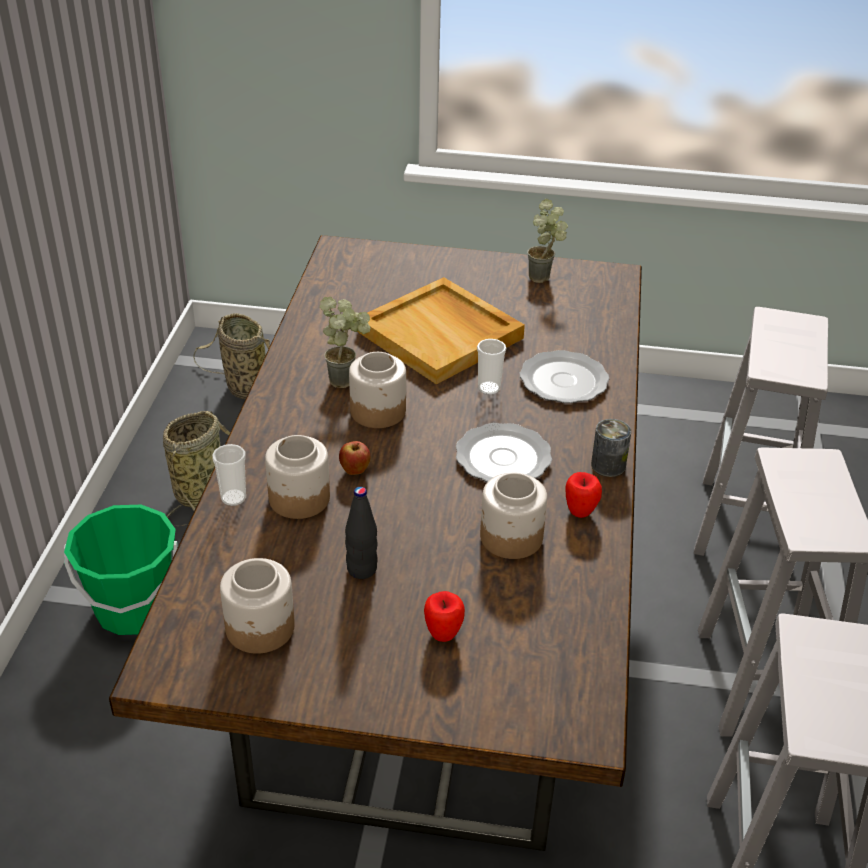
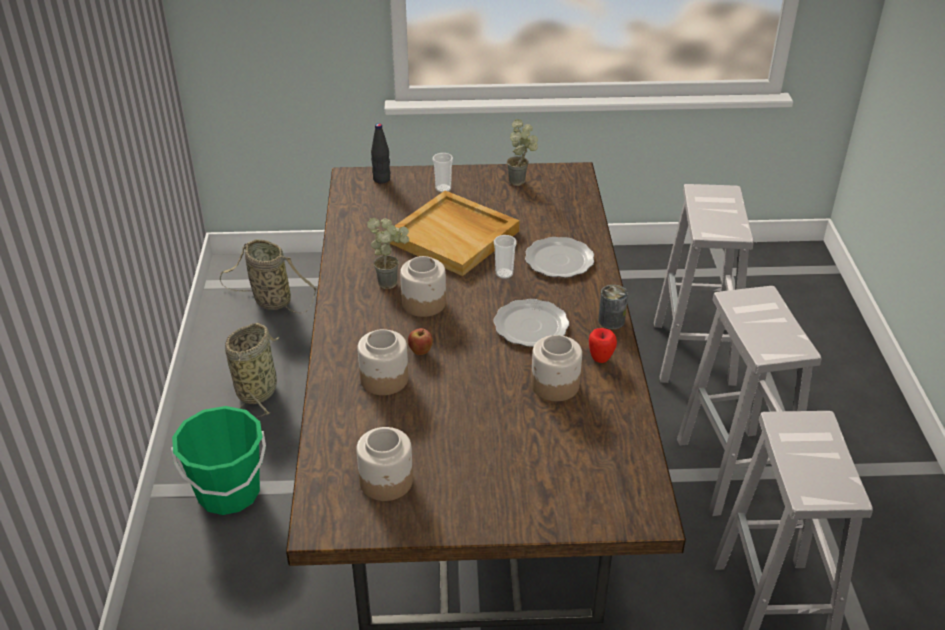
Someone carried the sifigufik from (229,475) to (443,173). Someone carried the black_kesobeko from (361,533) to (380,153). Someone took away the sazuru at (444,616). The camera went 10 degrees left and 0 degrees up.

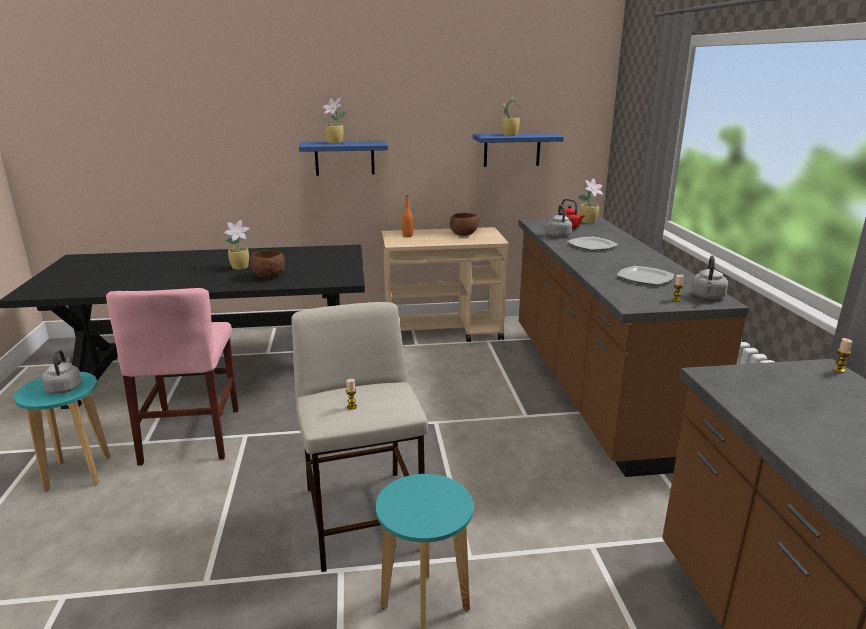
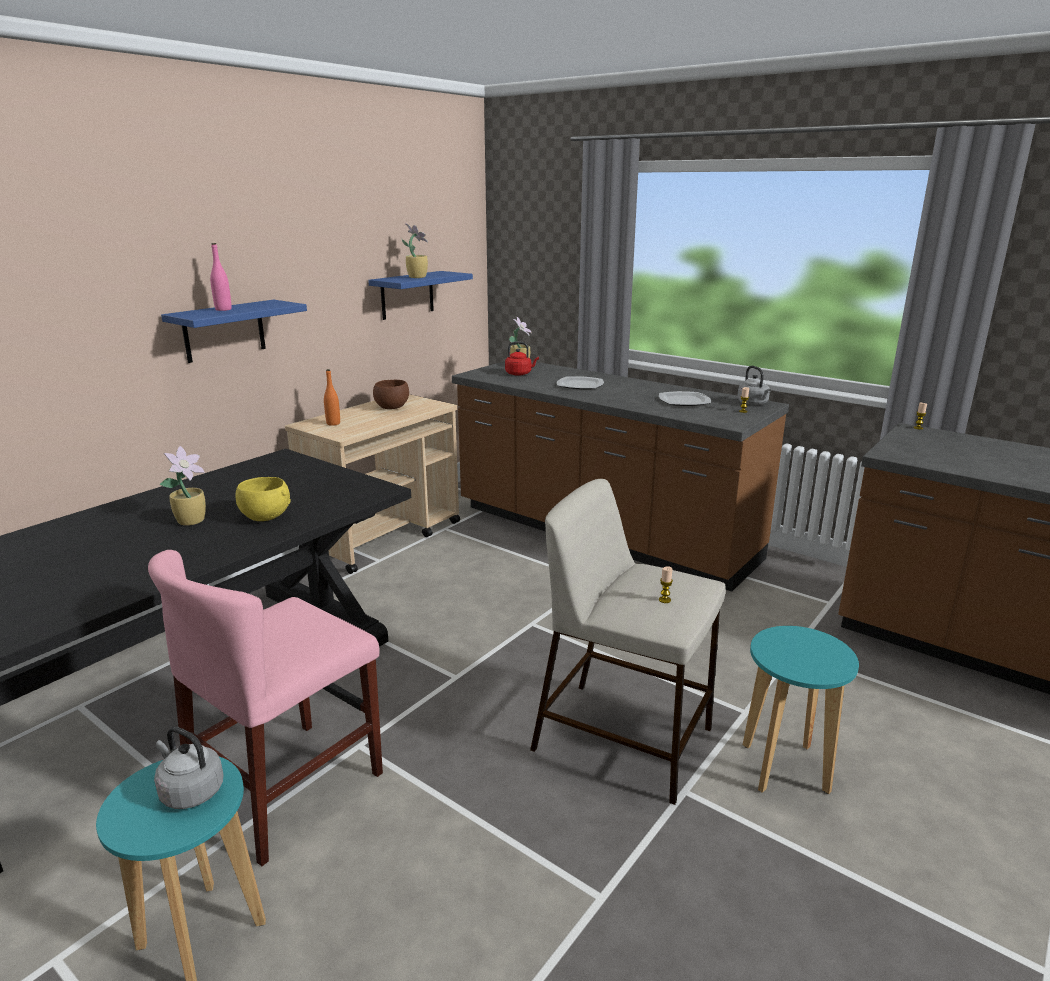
Someone rotated the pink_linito at (172,377) by 90 degrees clockwise. Someone repainted the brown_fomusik at (267,264), which became the yellow_fomusik at (263,499). Someone swapped the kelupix at (334,121) for the pink_kesobeko at (221,277). Someone took away the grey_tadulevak at (559,221). The camera went 45 degrees left and 0 degrees up.

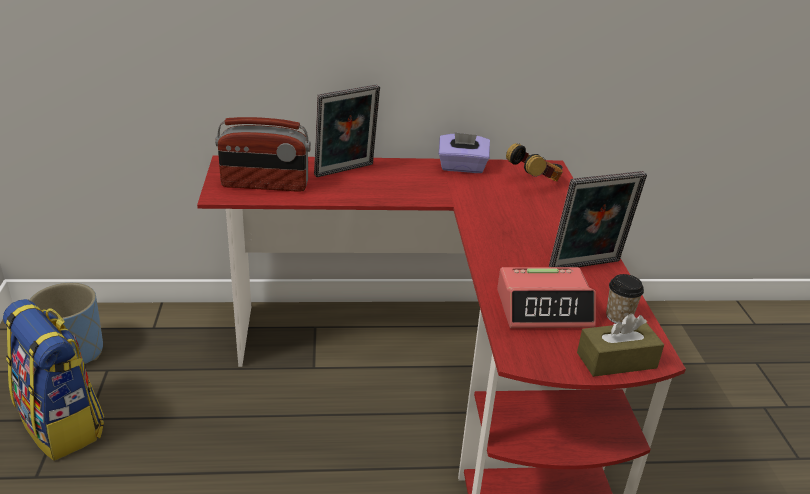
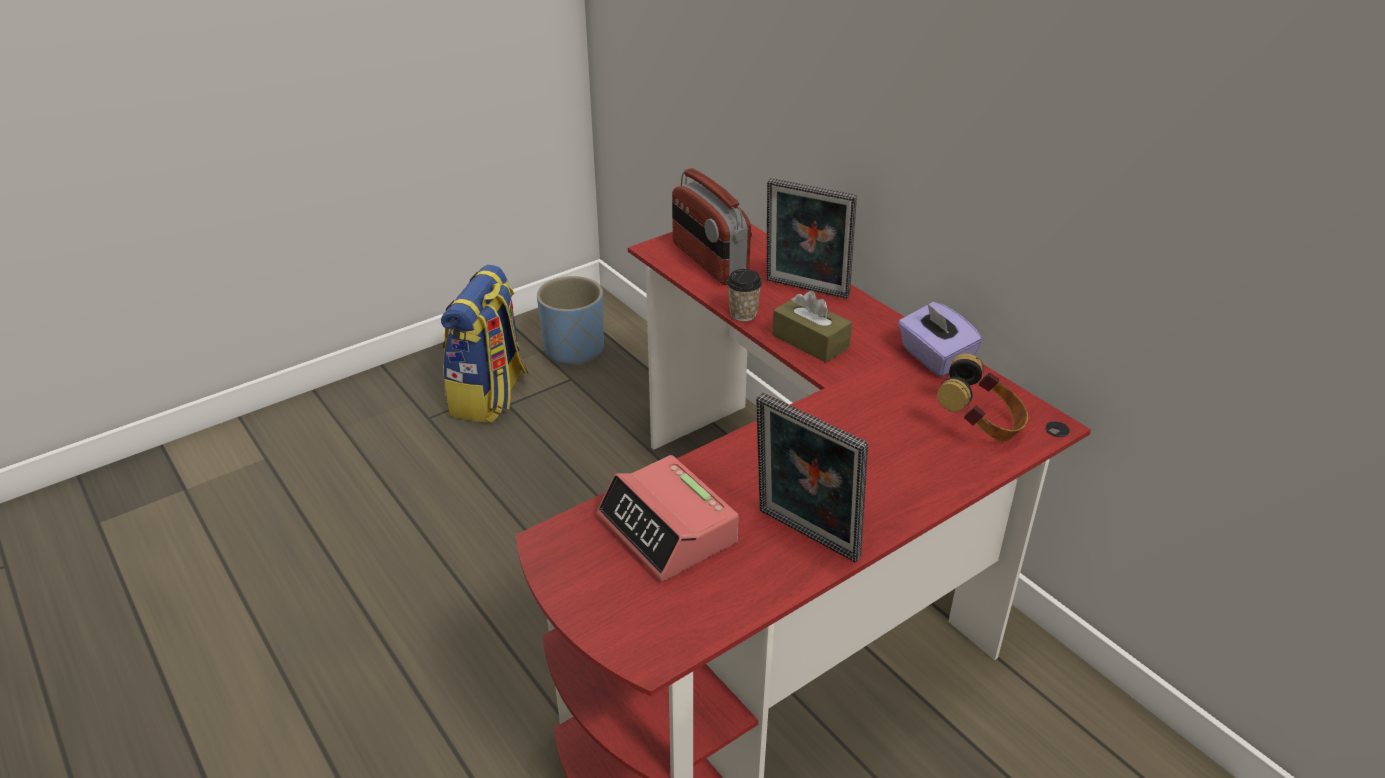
Someone carried the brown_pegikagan from (620,345) to (812,326). Someone carried the sifigufik from (625,299) to (744,295). The camera went 60 degrees right and 5 degrees up.

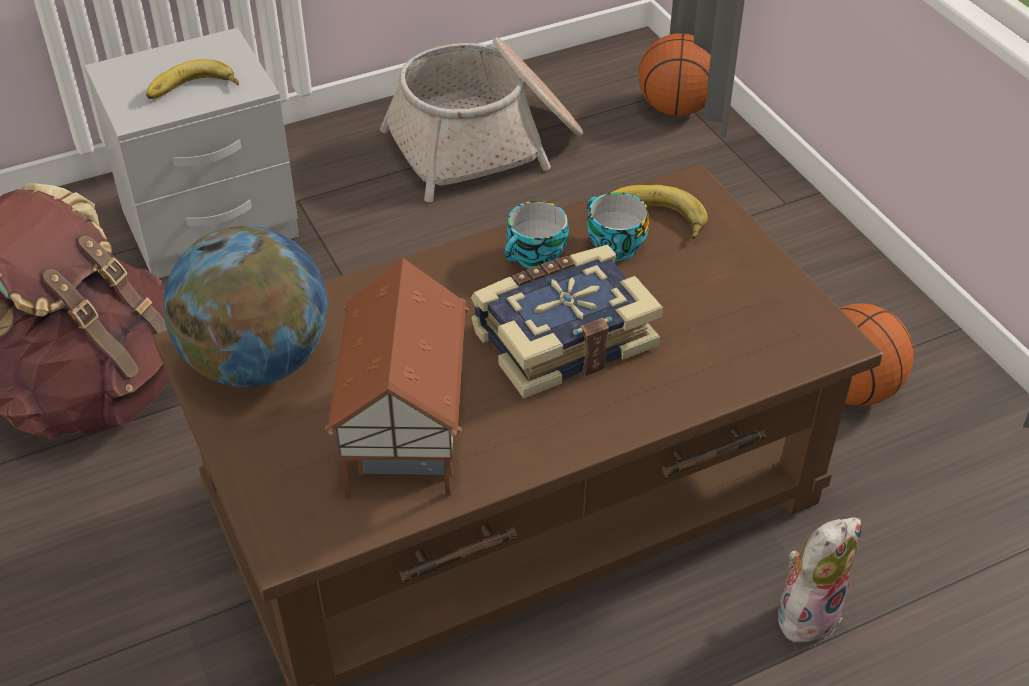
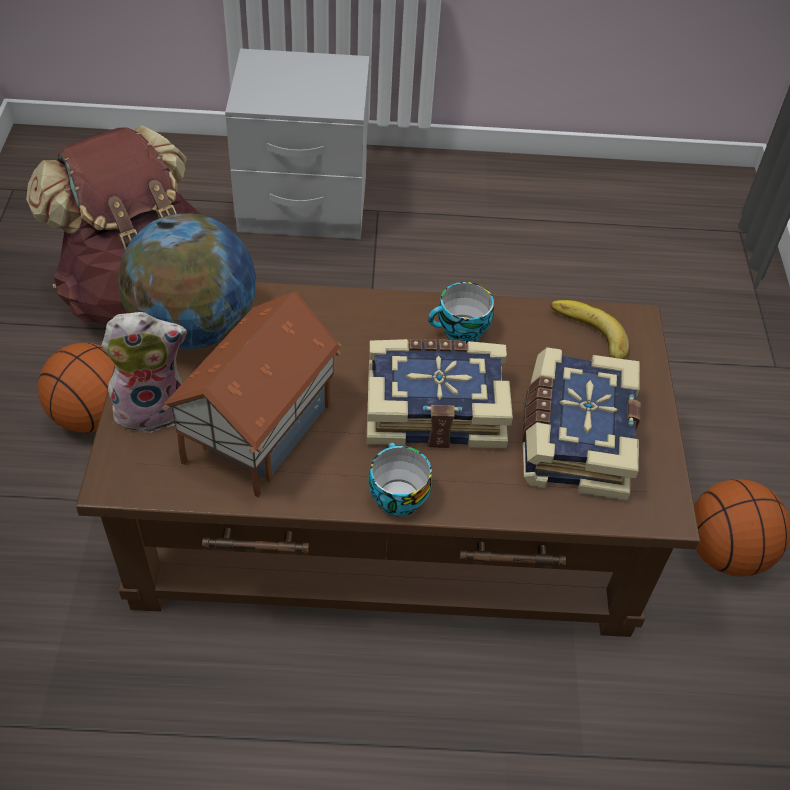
Someone took away the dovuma at (192,79). Someone took away the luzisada at (482,119). Someone carried the sifigufik from (618,226) to (400,479). Someone carried the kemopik from (674,74) to (76,388). Someone carried the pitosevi from (819,581) to (144,372). Someone put down the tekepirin at (581,423). The camera went 25 degrees right and 5 degrees up.

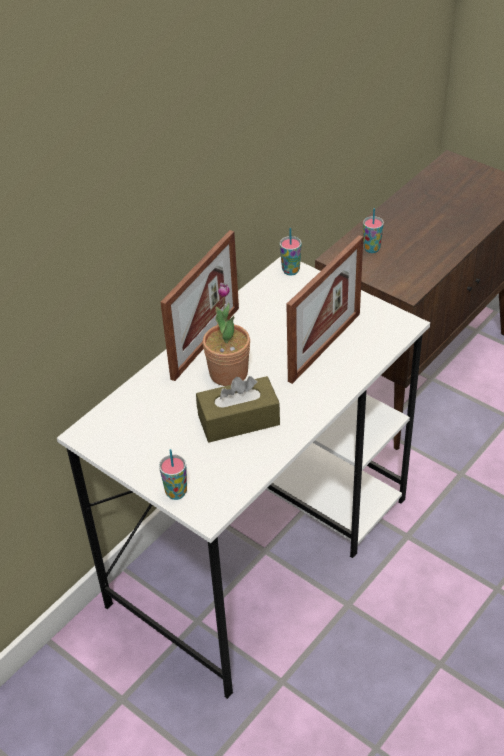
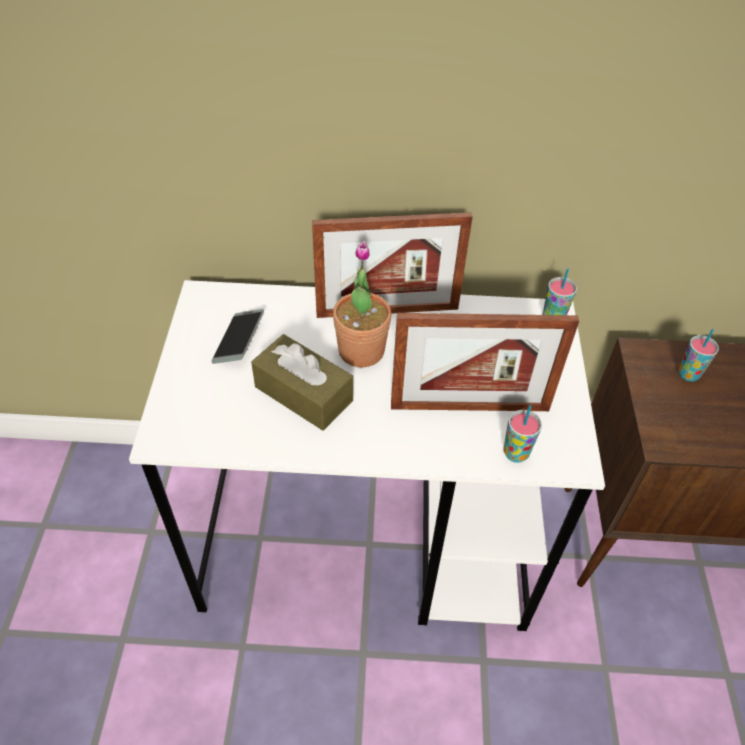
Someone carried the sifigufik from (173,474) to (523,434). Someone put down the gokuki at (238,336). The camera went 50 degrees right and 5 degrees up.

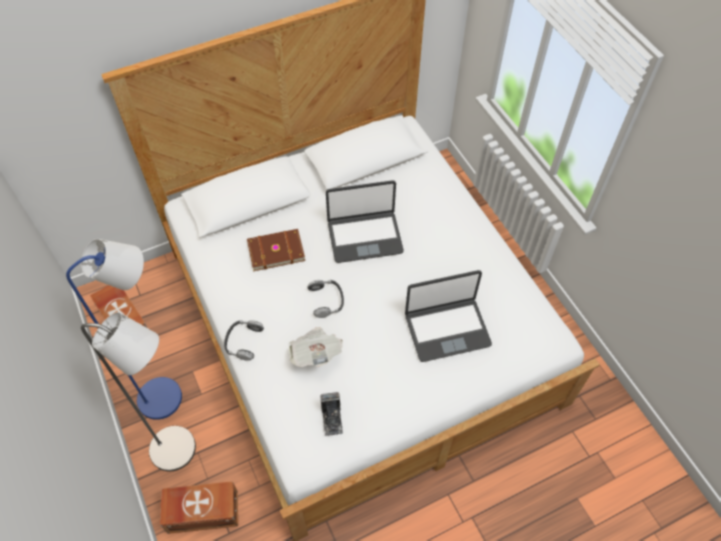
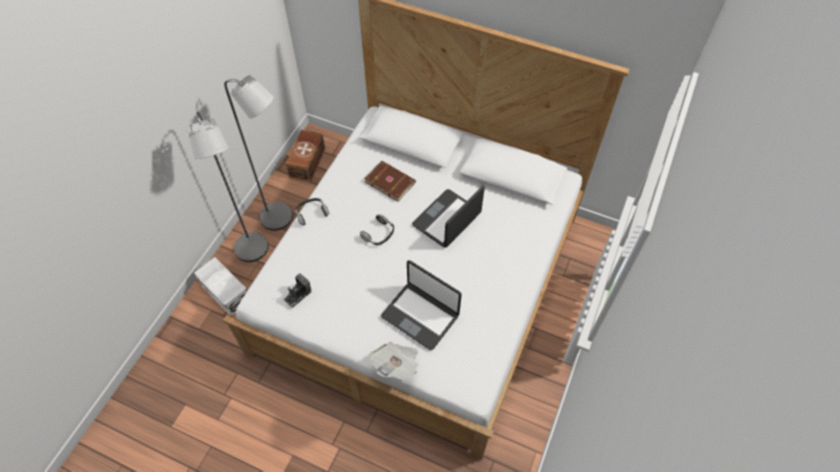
Someone repainted the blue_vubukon at (124,329), which became the grey_vubukon at (258,153). Someone repainted the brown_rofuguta at (199,507), which became the white_rofuguta at (221,287). Someone carried the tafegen from (316,347) to (393,361). Someone rotated the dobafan at (365,221) by 90 degrees clockwise. The camera went 50 degrees right and 0 degrees up.

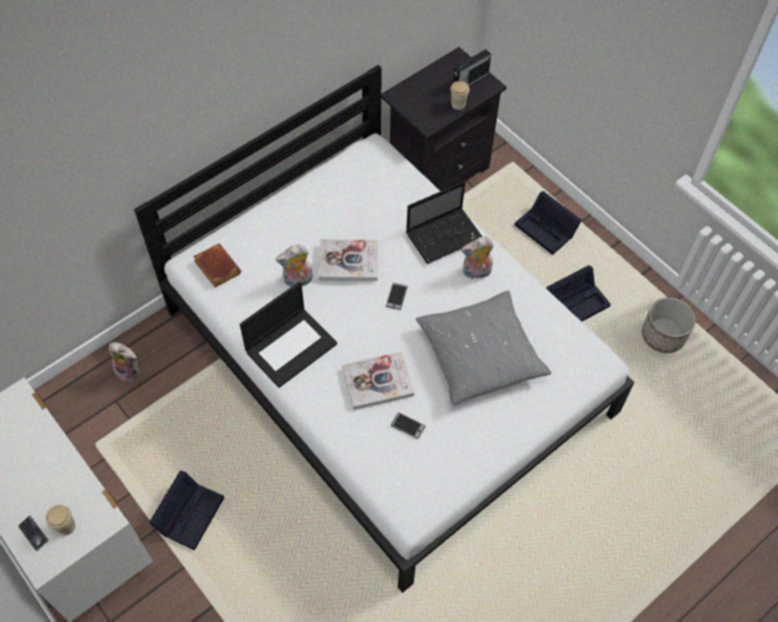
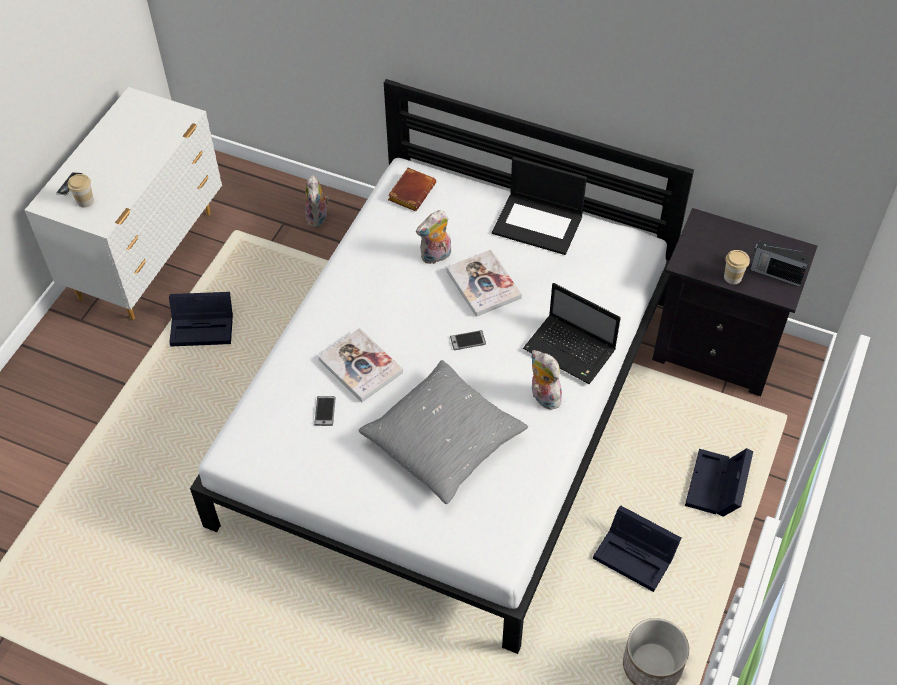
Someone carried the dobafan from (288,334) to (539,206). Someone rotated the pitosevi at (294,265) by 75 degrees counterclockwise. The camera went 65 degrees right and 5 degrees down.

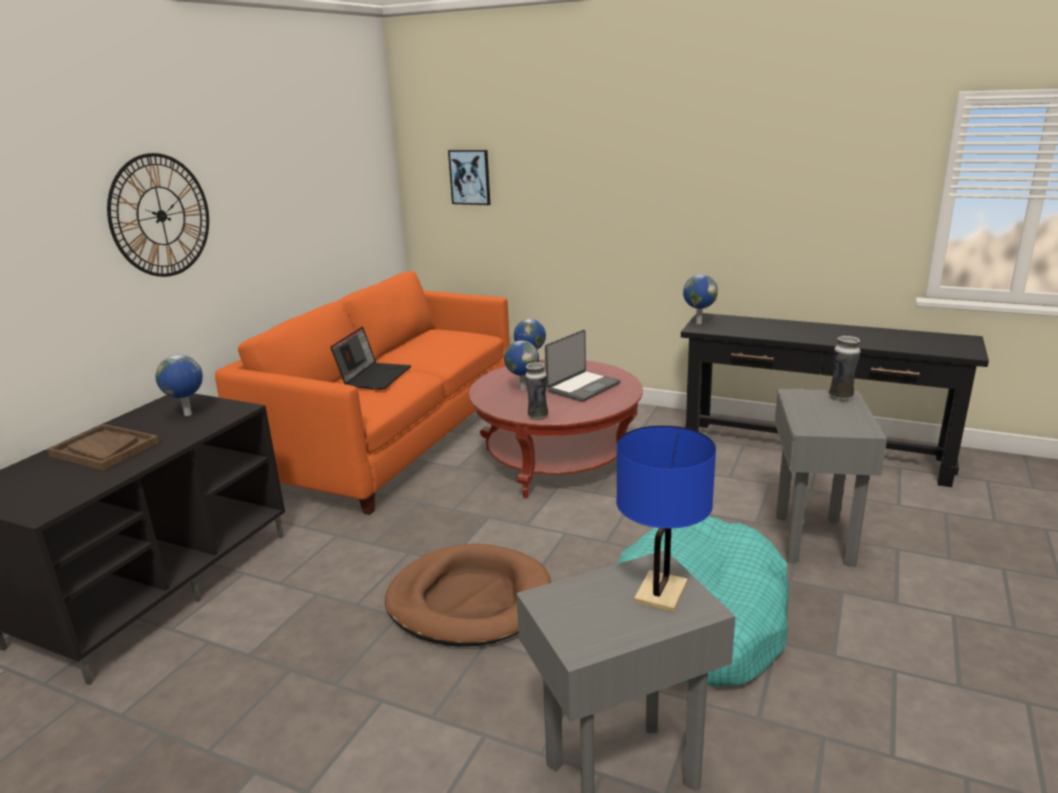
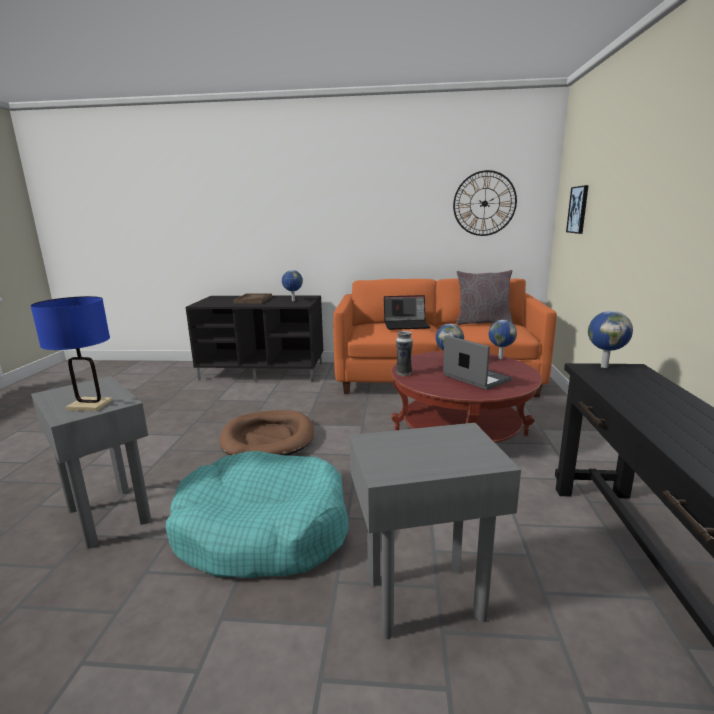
Someone carried the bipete from (158,215) to (485,203). Someone rotated the dobafan at (582,366) by 150 degrees counterclockwise. Someone took away the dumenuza at (845,368). Someone put down the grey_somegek at (484,297). The camera went 70 degrees right and 5 degrees down.

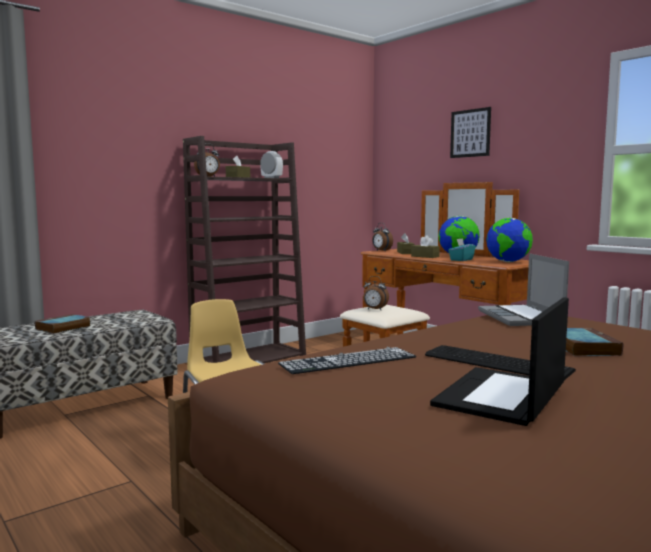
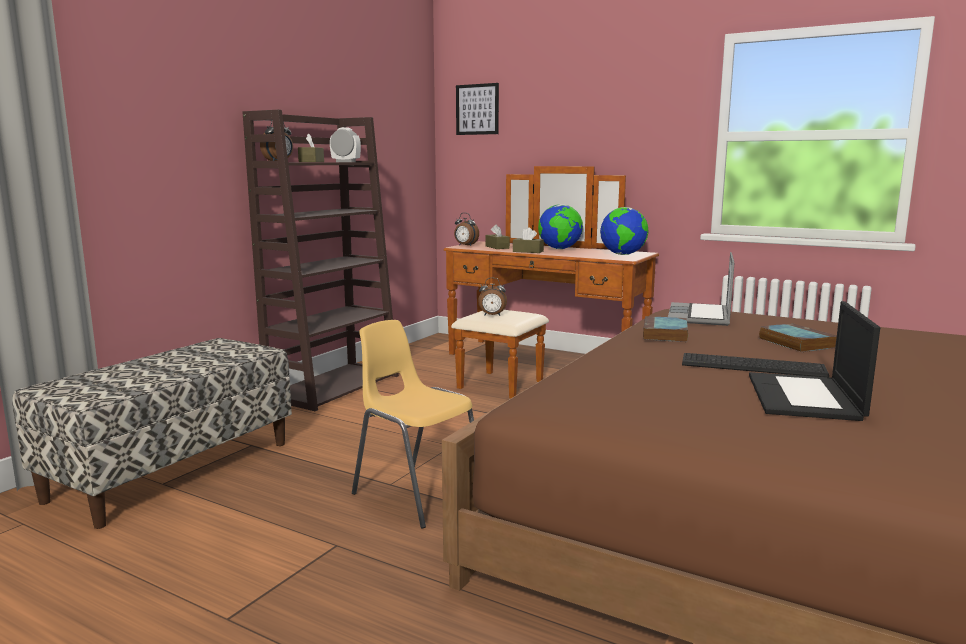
Someone carried the tekepirin from (63,324) to (665,329). Someone took away the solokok at (347,360). Someone took away the turquoise_pegikagan at (462,249). Someone carried the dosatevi from (470,132) to (477,109). Someone rotated the dobafan at (523,289) by 45 degrees clockwise. The camera went 20 degrees left and 5 degrees up.

